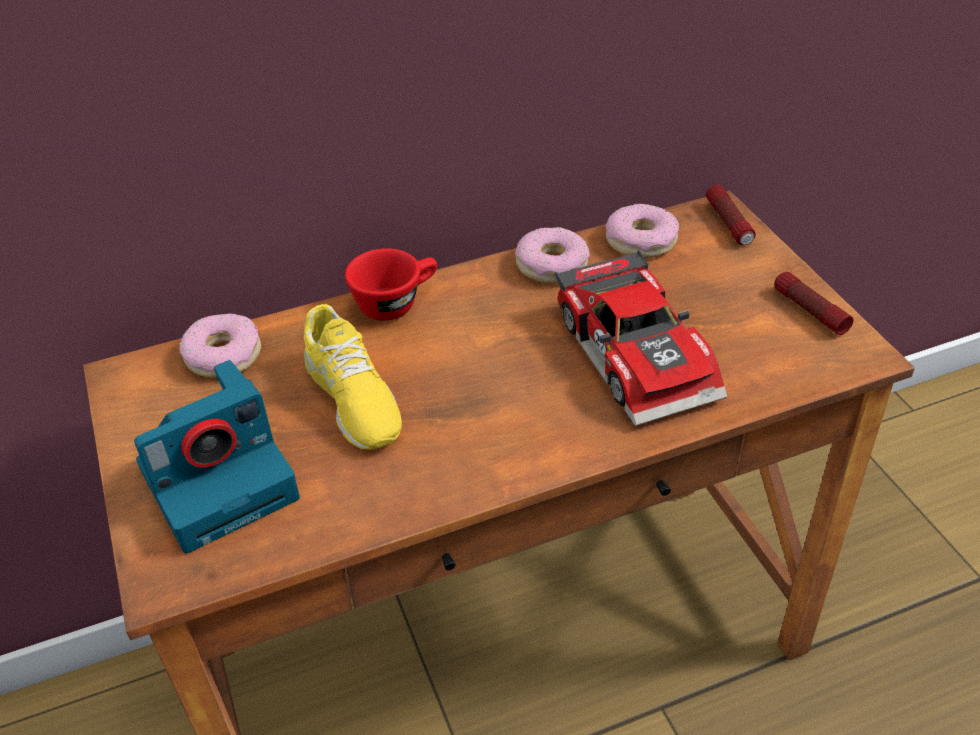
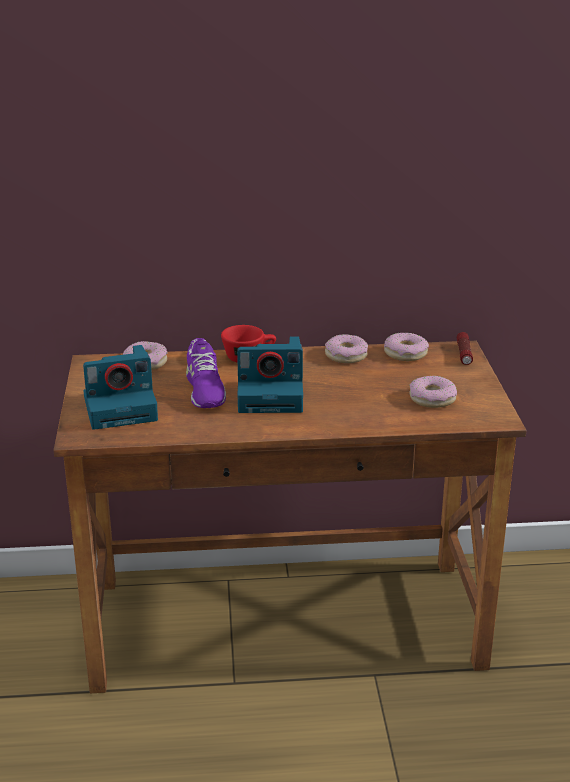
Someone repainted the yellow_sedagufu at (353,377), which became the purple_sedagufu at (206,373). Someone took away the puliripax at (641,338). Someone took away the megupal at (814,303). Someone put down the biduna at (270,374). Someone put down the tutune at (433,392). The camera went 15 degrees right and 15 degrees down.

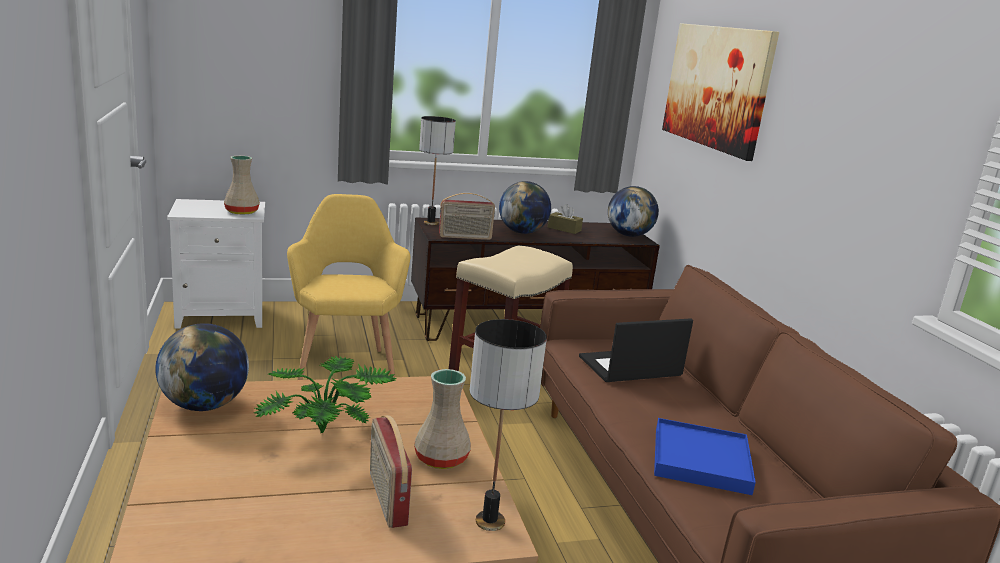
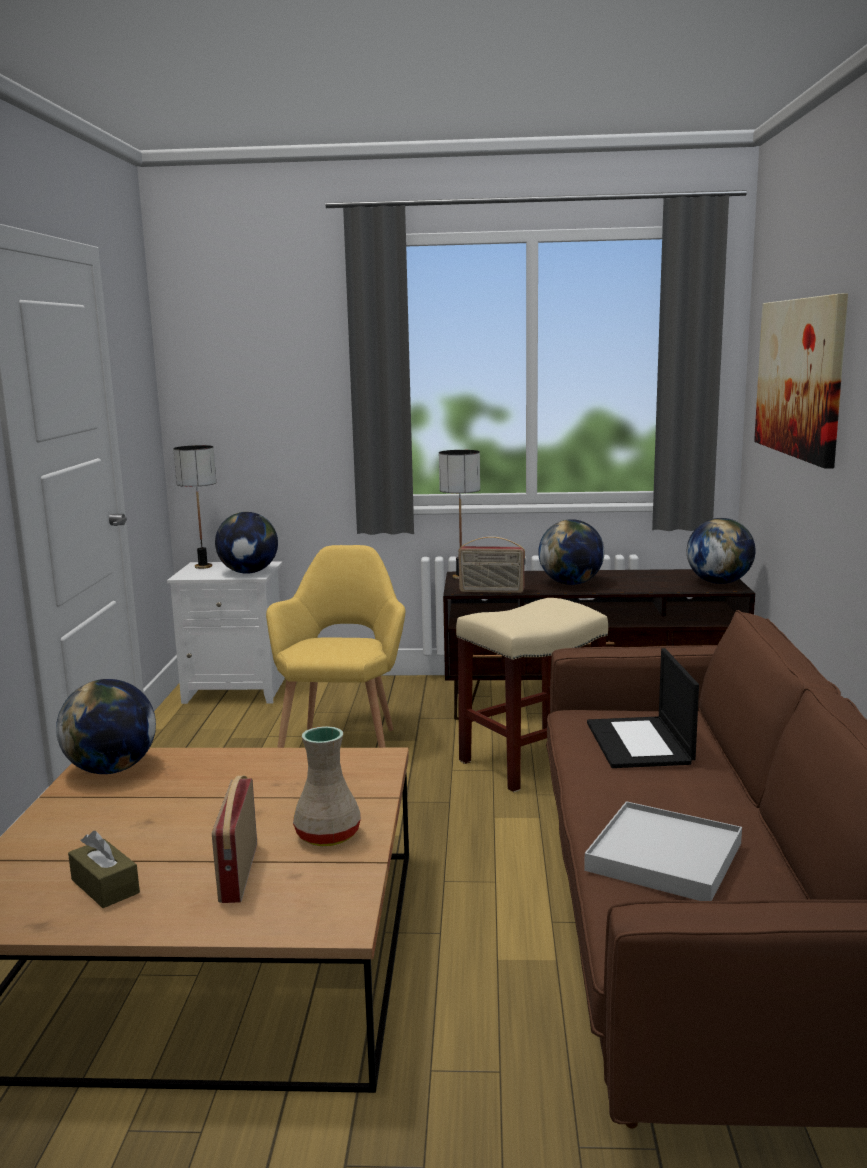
Someone swapped the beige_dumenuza at (242,185) for the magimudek at (246,543). Someone took away the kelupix at (325,394). Someone carried the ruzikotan from (508,425) to (194,507). Someone carried the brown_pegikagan from (565,219) to (104,869). Someone rotated the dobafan at (636,350) by 90 degrees counterclockwise. Someone repainted the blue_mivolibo at (705,456), which became the white_mivolibo at (663,851). The camera went 20 degrees right and 5 degrees down.

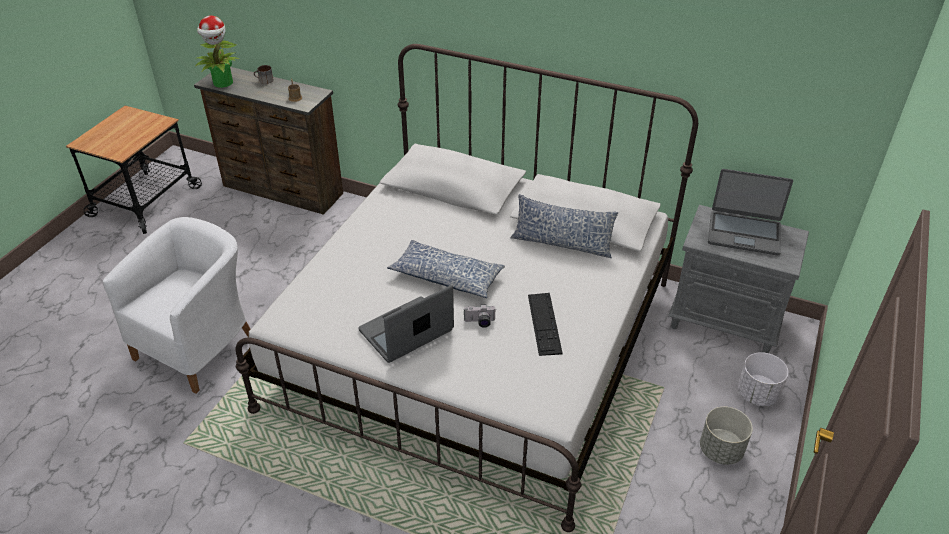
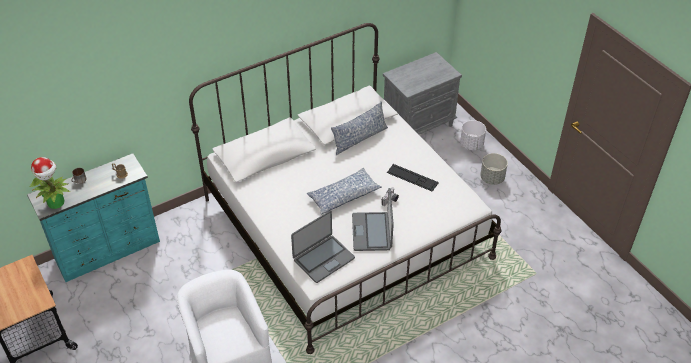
Someone repainted the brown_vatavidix at (268,141), which became the turquoise_vatavidix at (93,217). Someone carried the dobafan from (750,212) to (323,246). The camera went 55 degrees left and 5 degrees up.

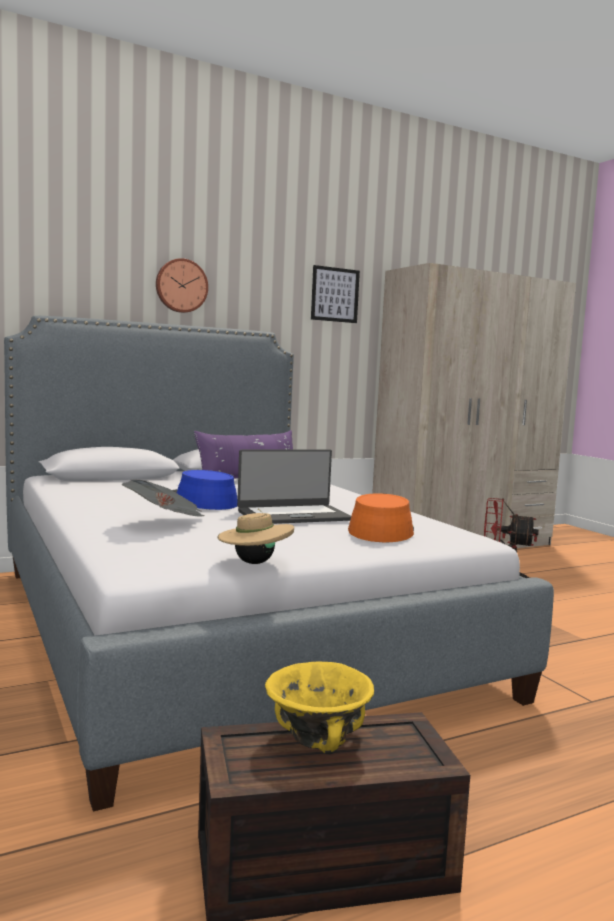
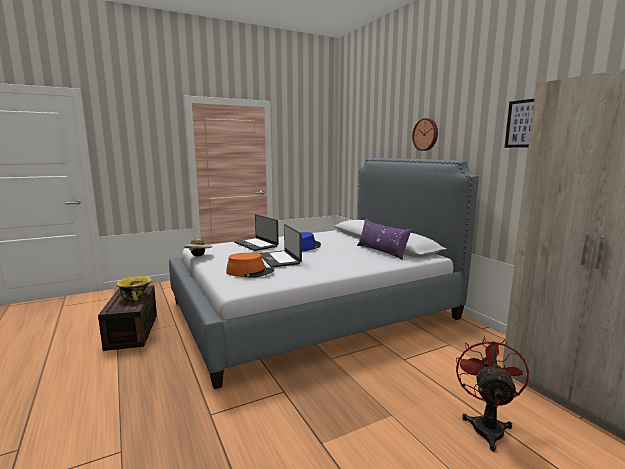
Someone swapped the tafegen at (163,498) for the dobafan at (256,232). The camera went 90 degrees right and 5 degrees up.

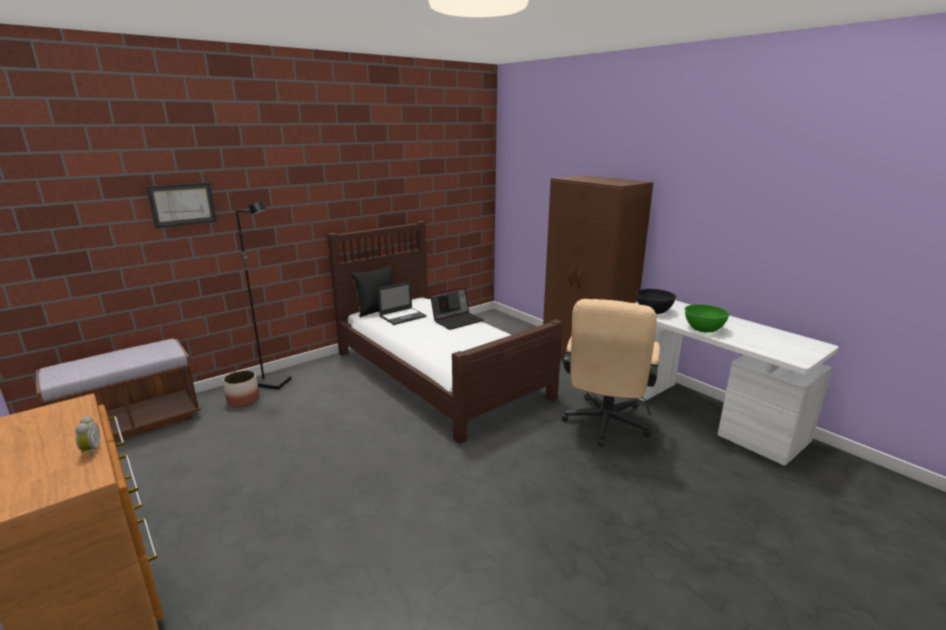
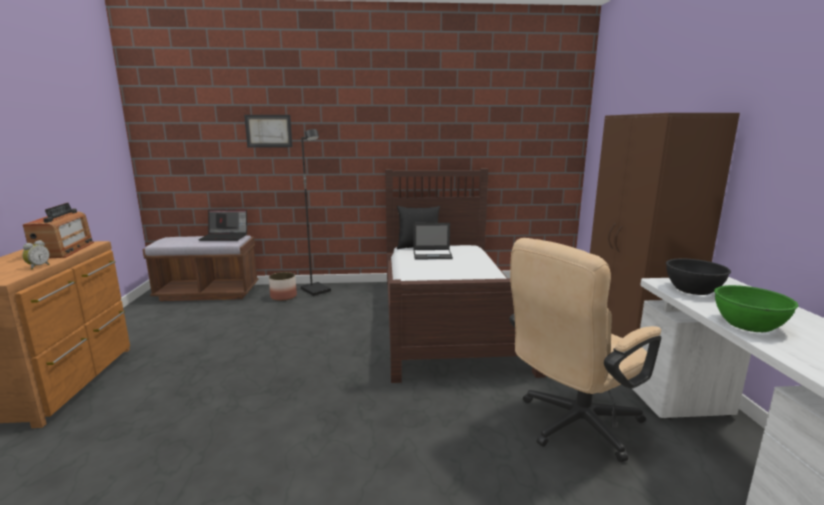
Someone carried the dobafan from (457,308) to (222,225). Someone put down the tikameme at (58,230). The camera went 35 degrees right and 5 degrees down.

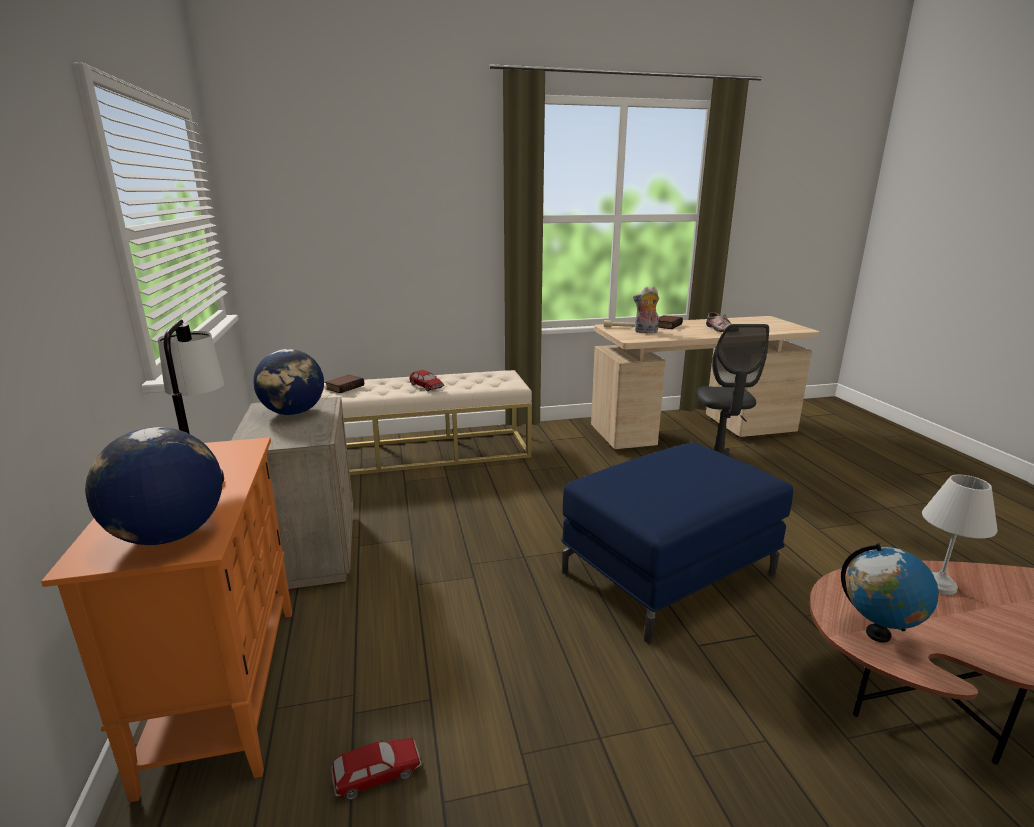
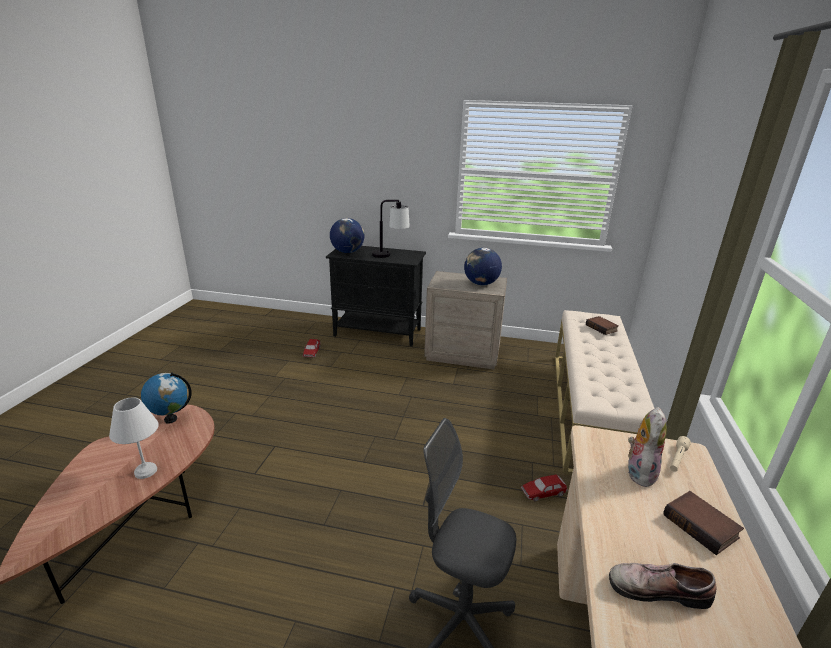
Someone repainted the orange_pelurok at (166,620), which became the black_pelurok at (376,296). Someone carried the puliripax from (426,380) to (544,488). Someone took away the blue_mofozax at (677,542). The camera went 115 degrees right and 5 degrees up.

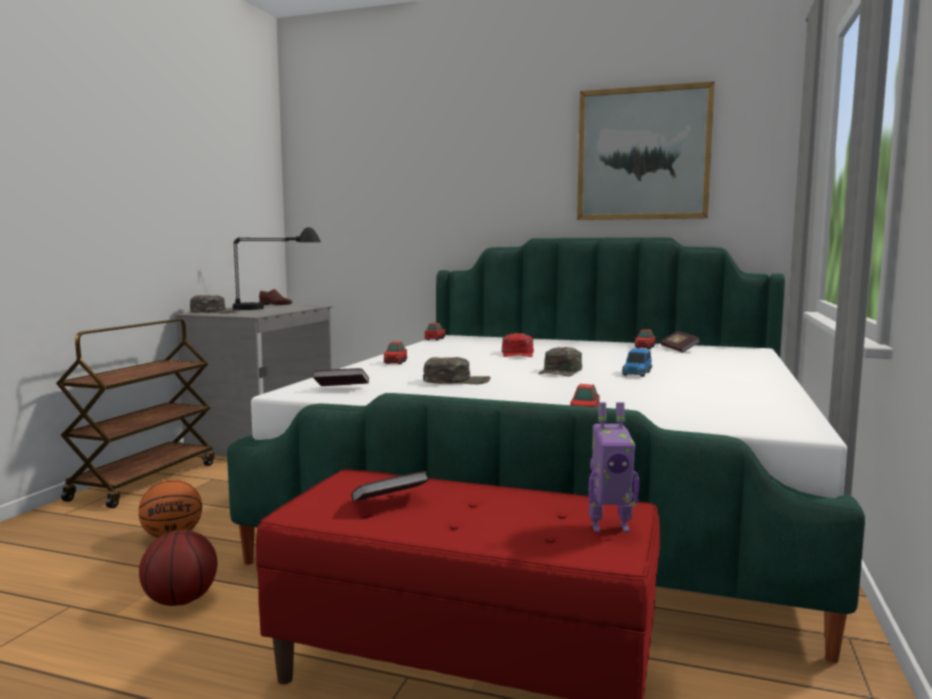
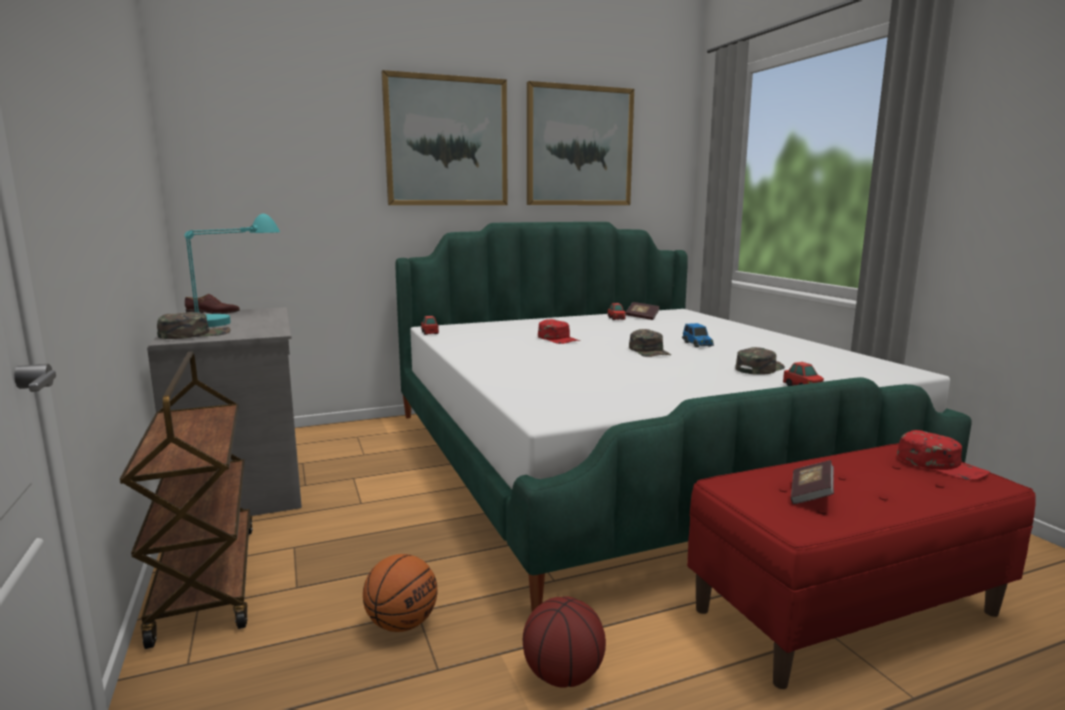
Someone repainted the black_ruzikotan at (277,268), which became the turquoise_ruzikotan at (232,270). Someone took away the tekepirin at (341,377). Someone took away the puliripax at (395,352). Someone carried the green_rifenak from (457,370) to (760,361). Someone swapped the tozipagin at (614,467) for the red_rifenak at (943,455). Someone put up the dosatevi at (444,137). The camera went 40 degrees left and 5 degrees up.

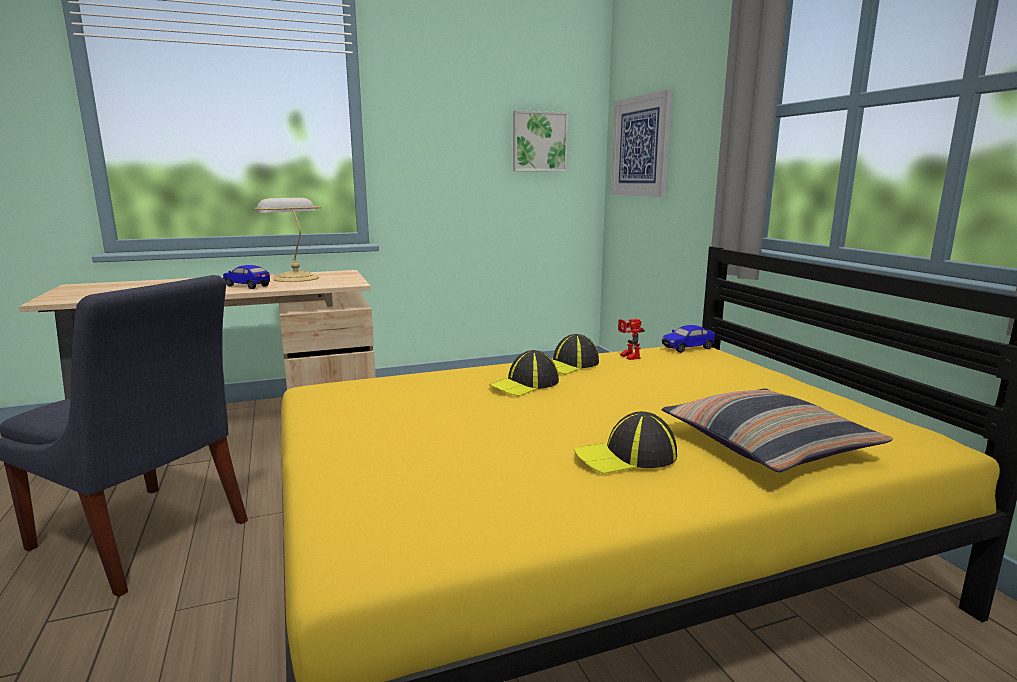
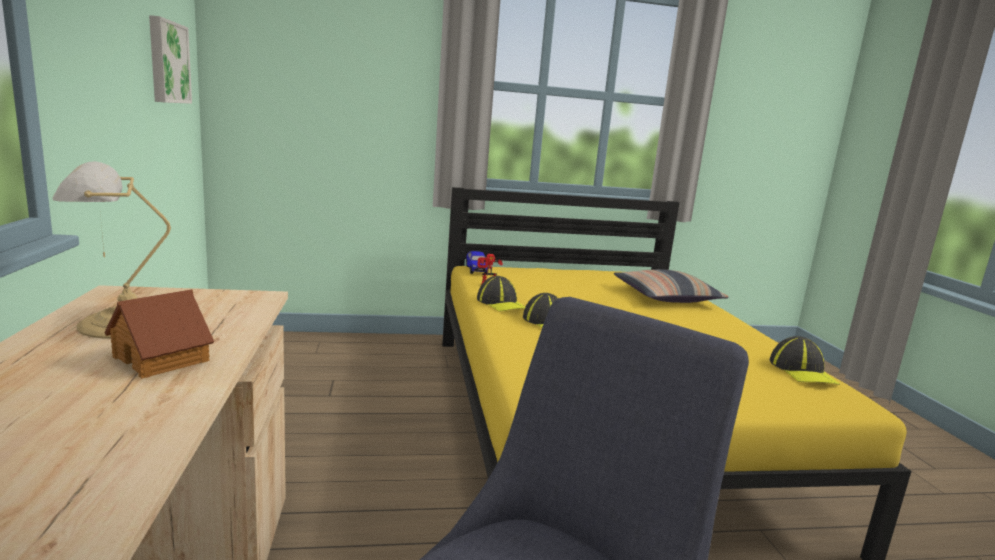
Someone swapped the puliripax at (246,277) for the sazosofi at (159,333). Someone carried the rifenak from (626,442) to (805,360). Someone took away the dosatevi at (641,143). The camera went 80 degrees left and 0 degrees up.

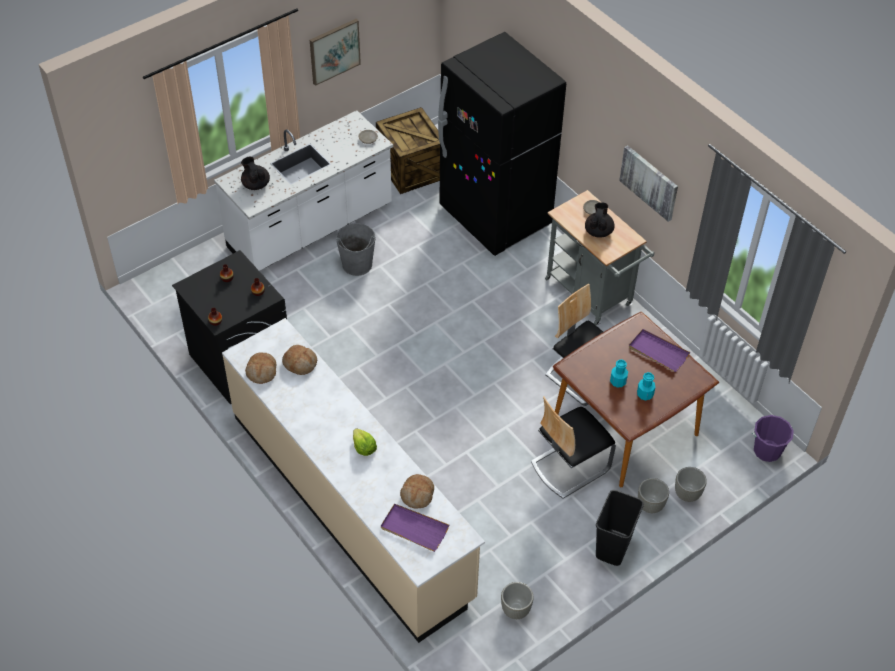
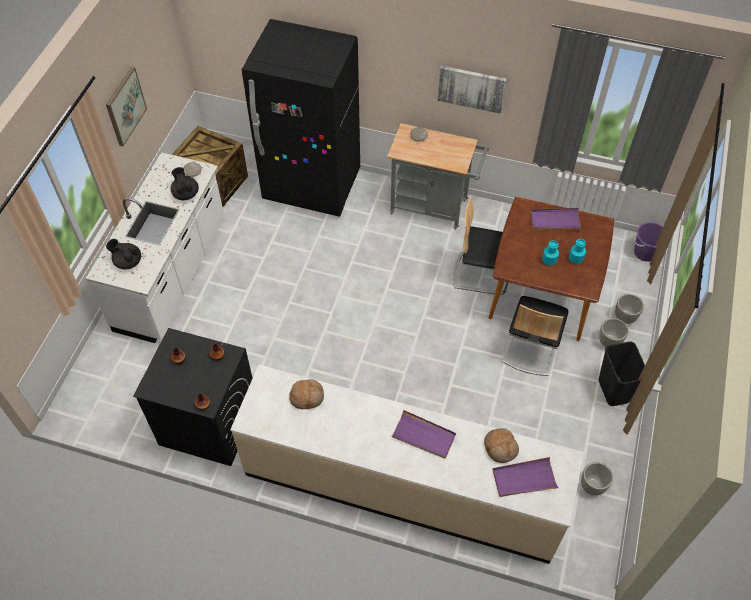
Someone took away the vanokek at (260,368). Someone took away the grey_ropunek at (355,249). Someone swapped the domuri at (365,442) for the purple_mivolibo at (423,434). Someone carried the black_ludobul from (600,220) to (185,183). The camera went 35 degrees left and 5 degrees up.

